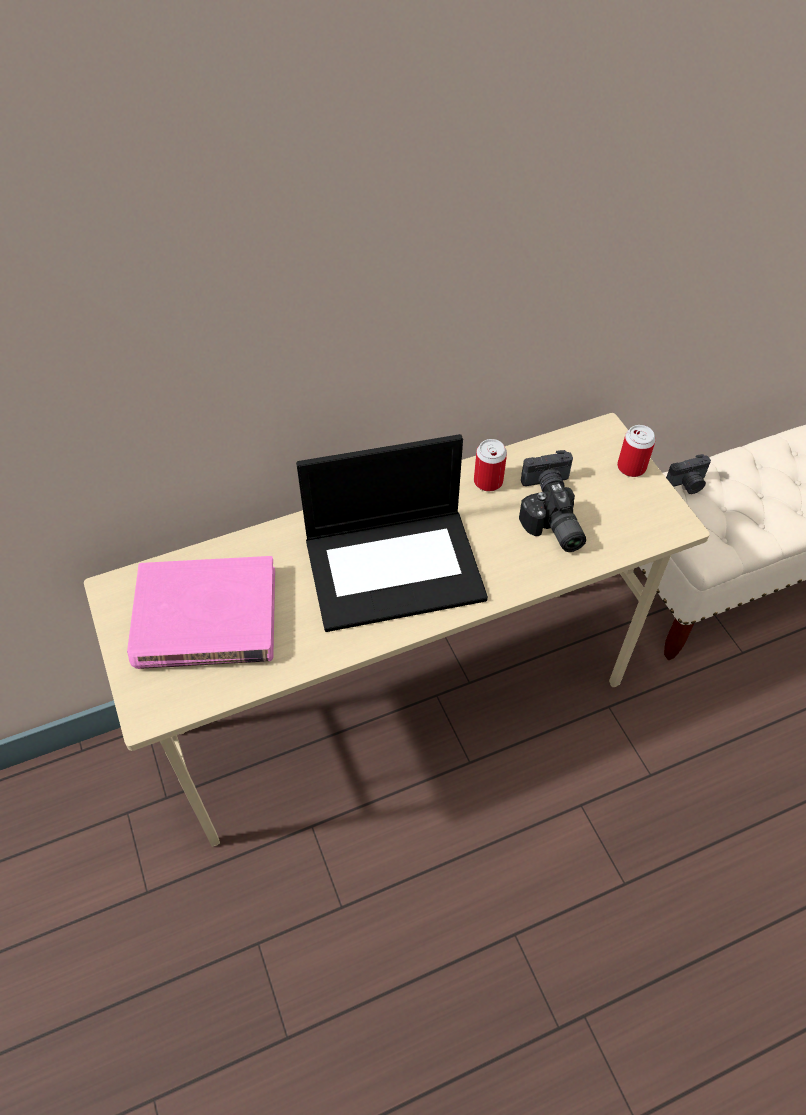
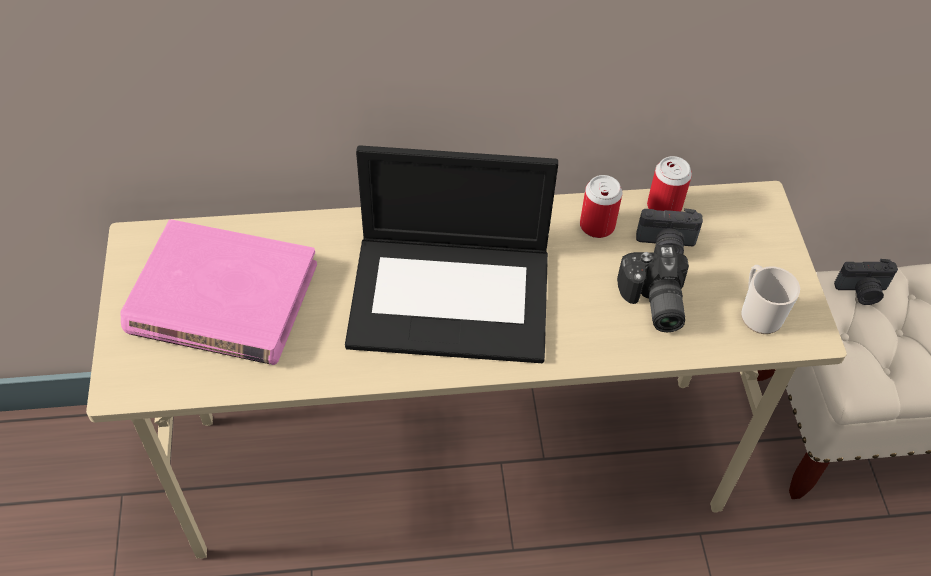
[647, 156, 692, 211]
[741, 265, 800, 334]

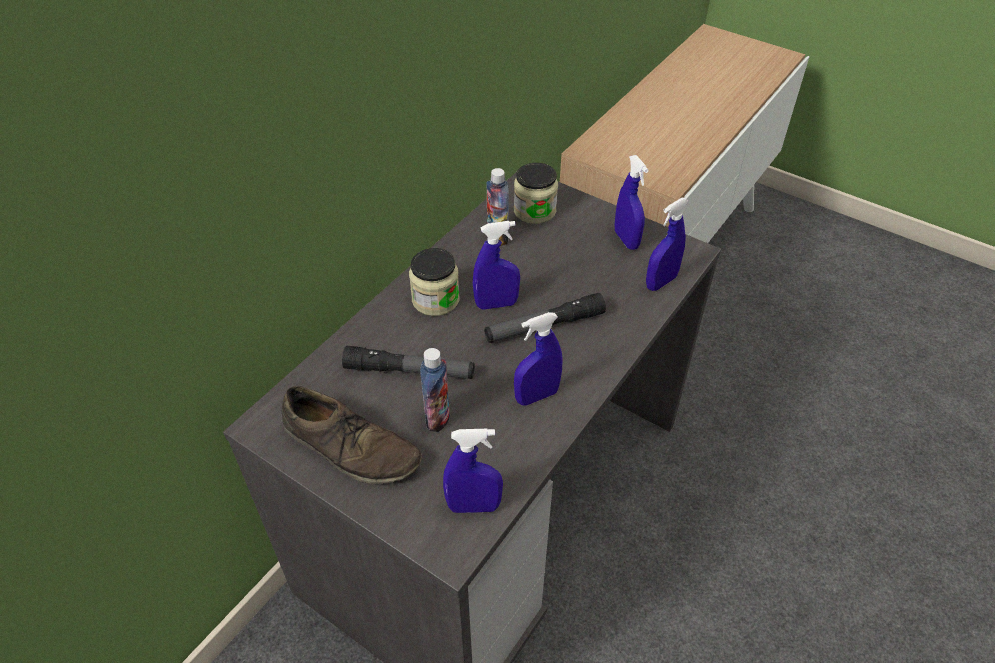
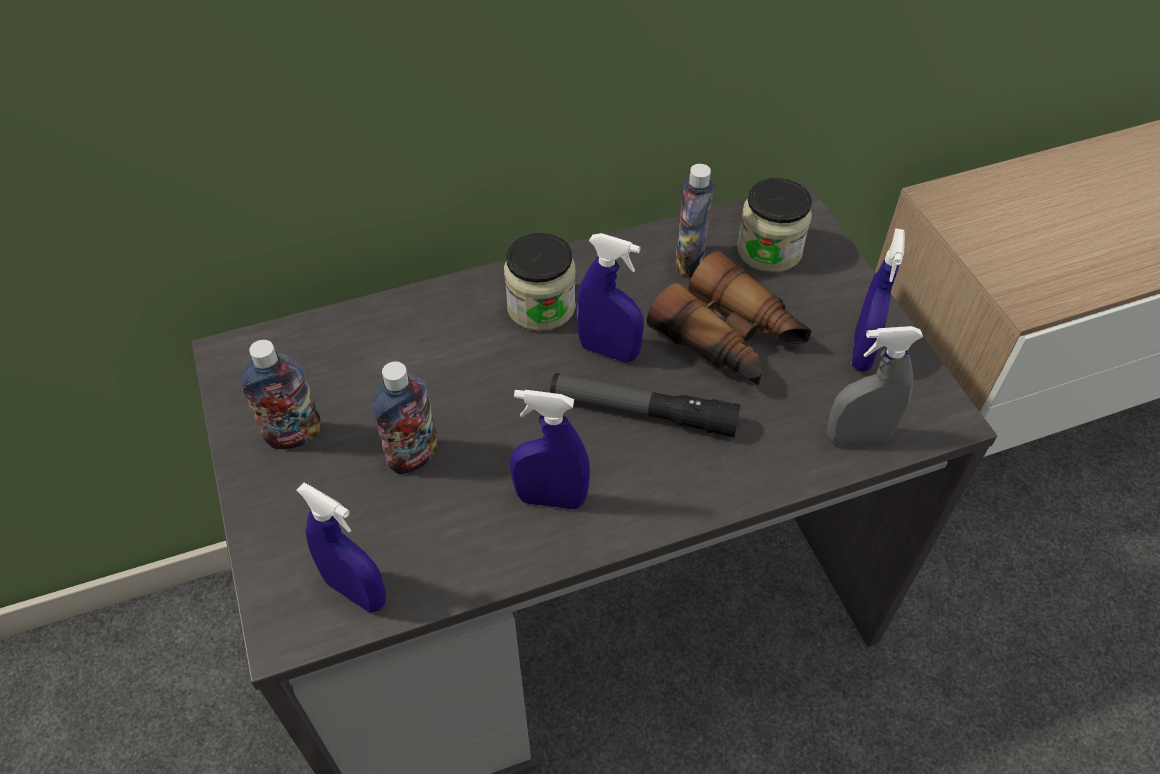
[827, 326, 923, 446]
[342, 346, 474, 379] (first image)
[242, 340, 321, 449]
[647, 251, 812, 385]

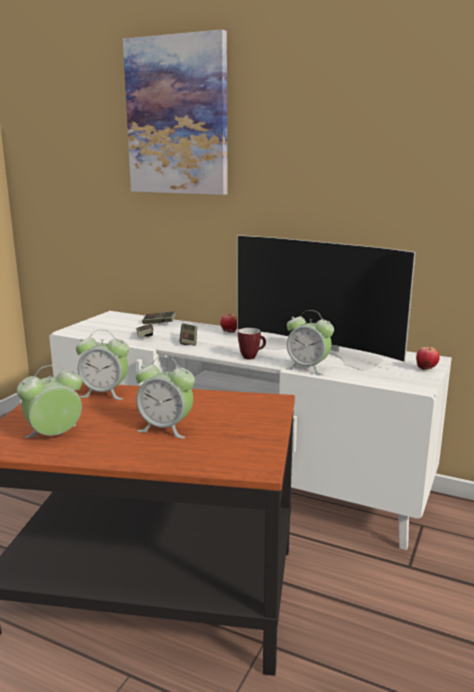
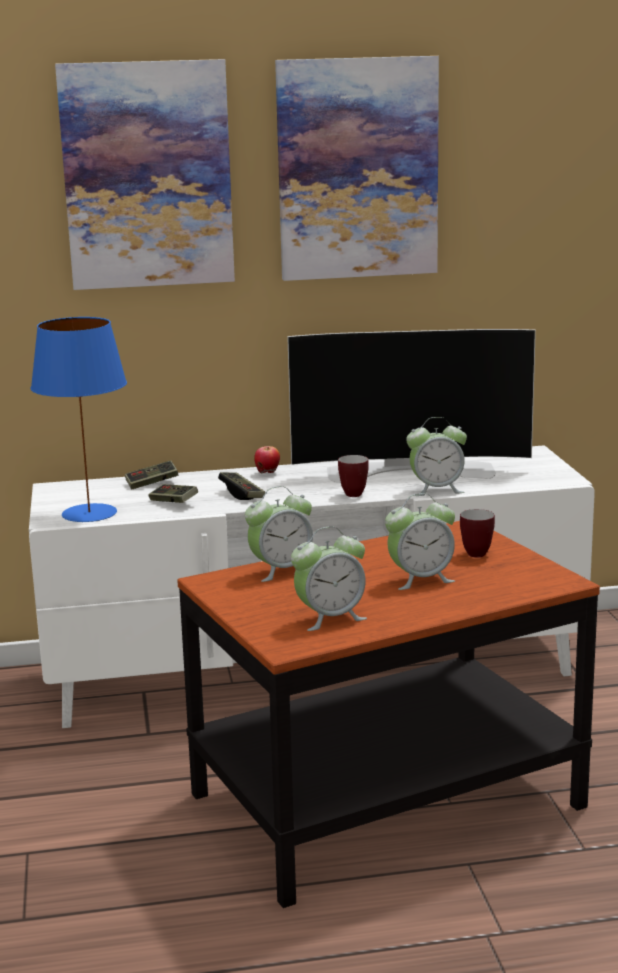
[416, 347, 440, 370] (first image)
[291, 526, 367, 631]
[275, 56, 439, 281]
[30, 317, 127, 522]
[460, 509, 495, 558]

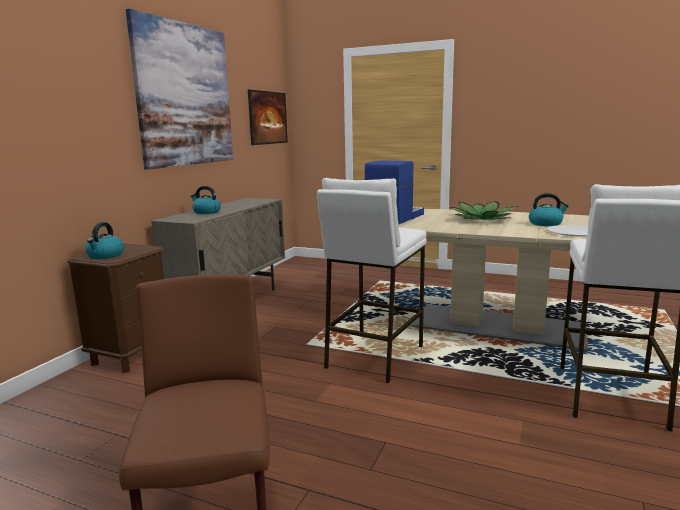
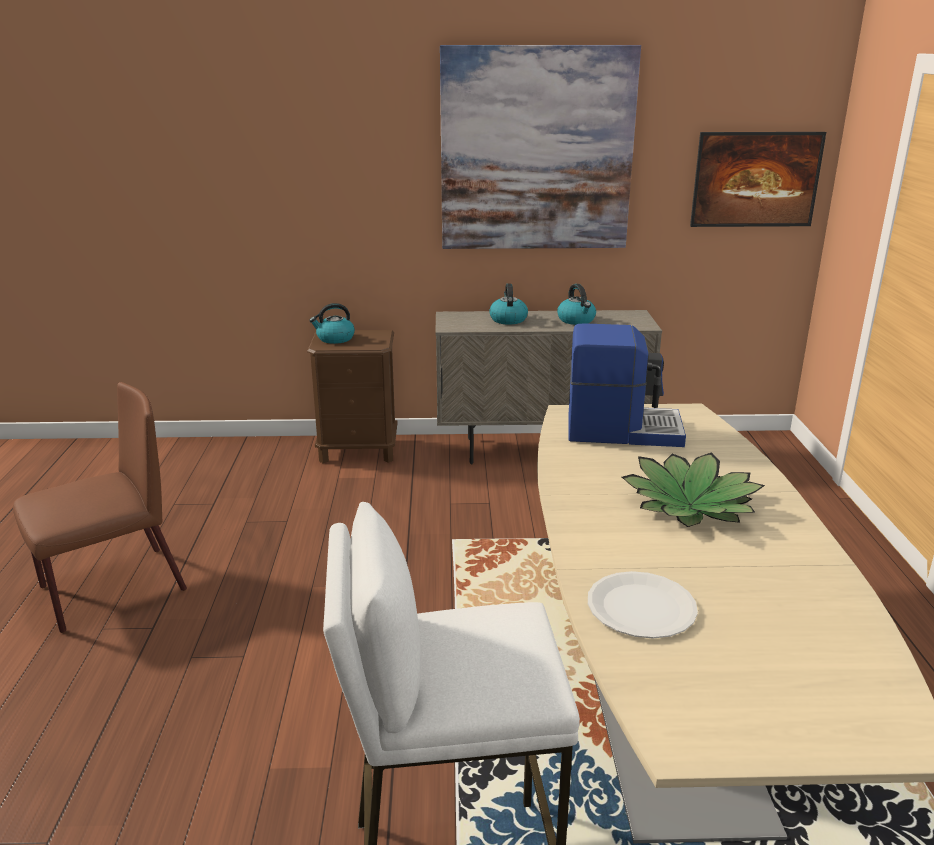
[317, 178, 427, 384] (first image)
[557, 284, 596, 325]

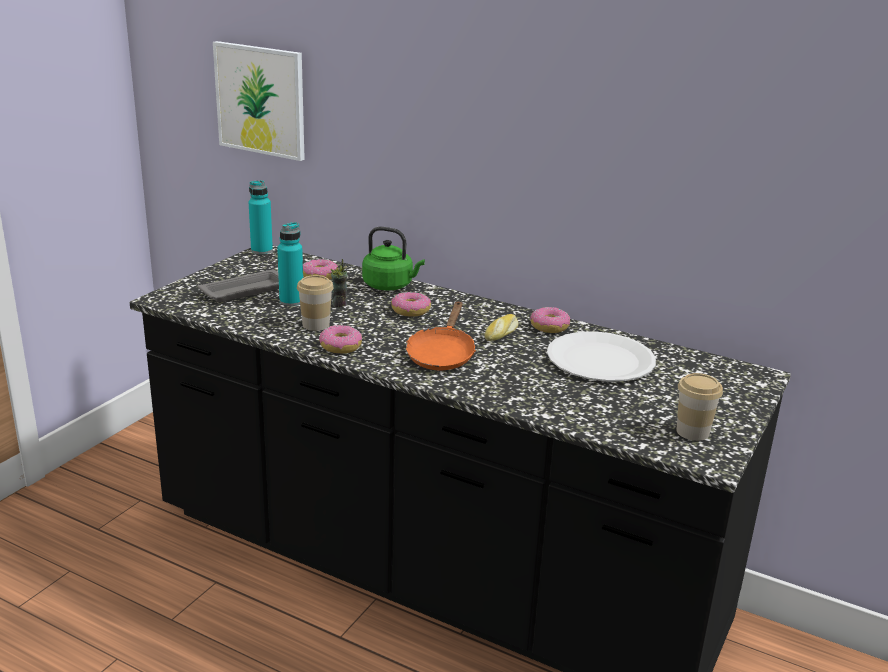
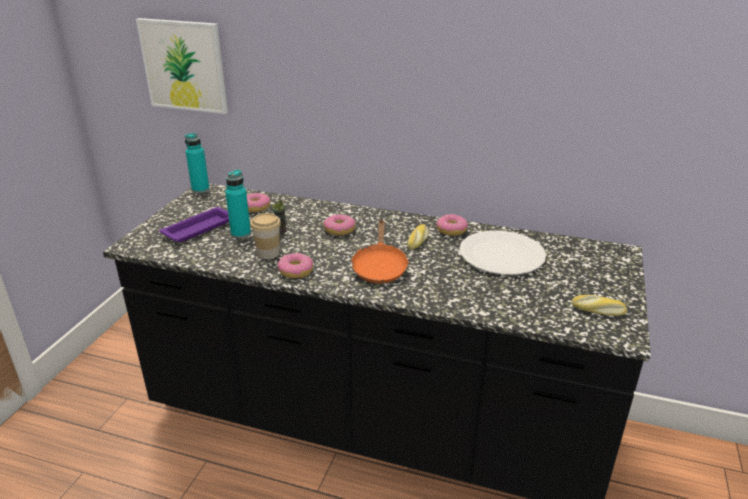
[362, 227, 425, 291] (first image)
[159, 207, 229, 242]
[571, 295, 627, 316]

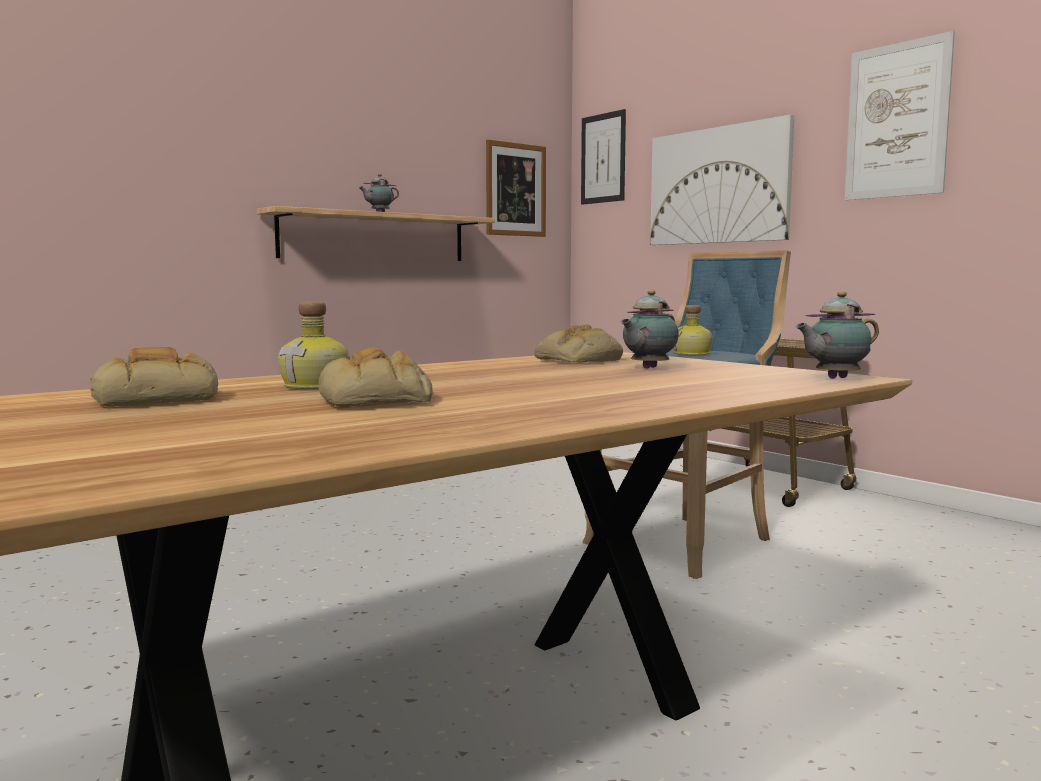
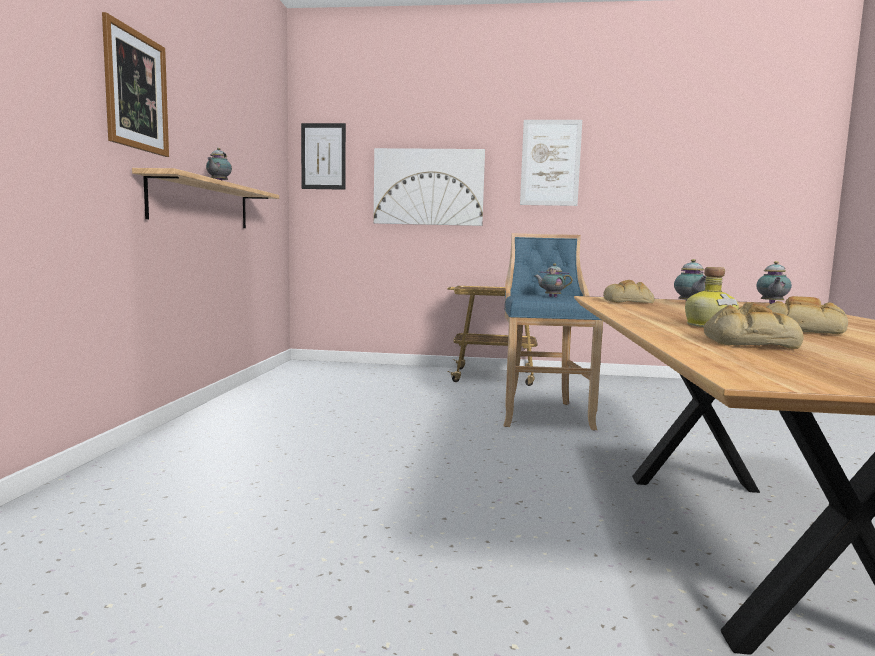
[102, 12, 169, 157]
[535, 263, 573, 297]

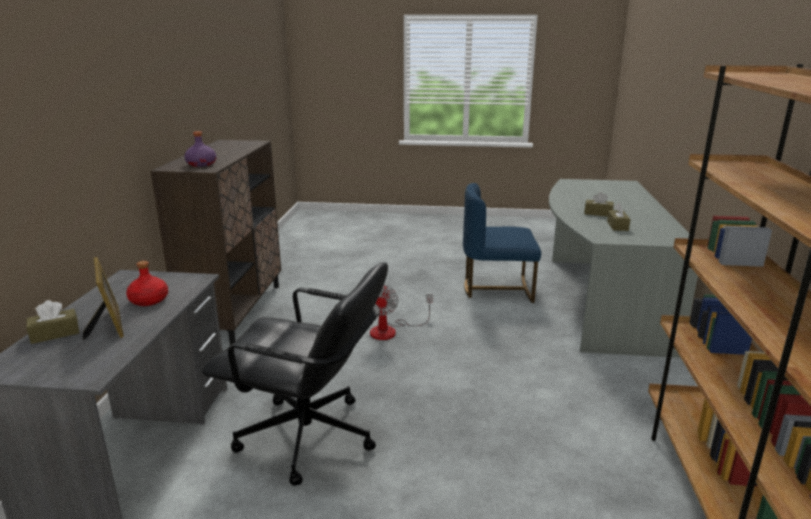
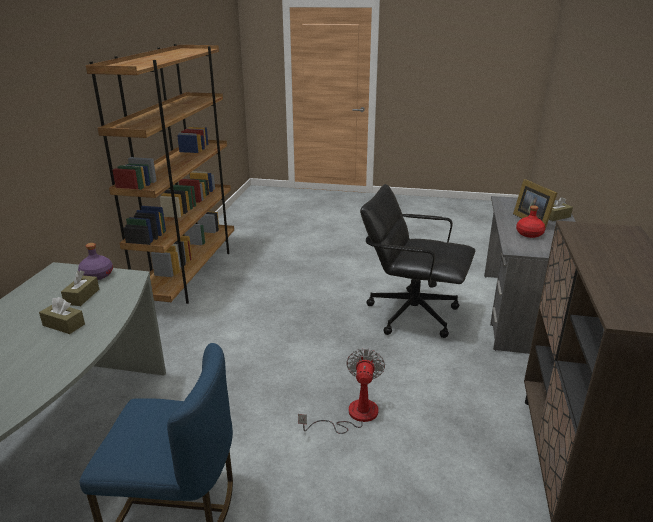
[78, 243, 113, 280]

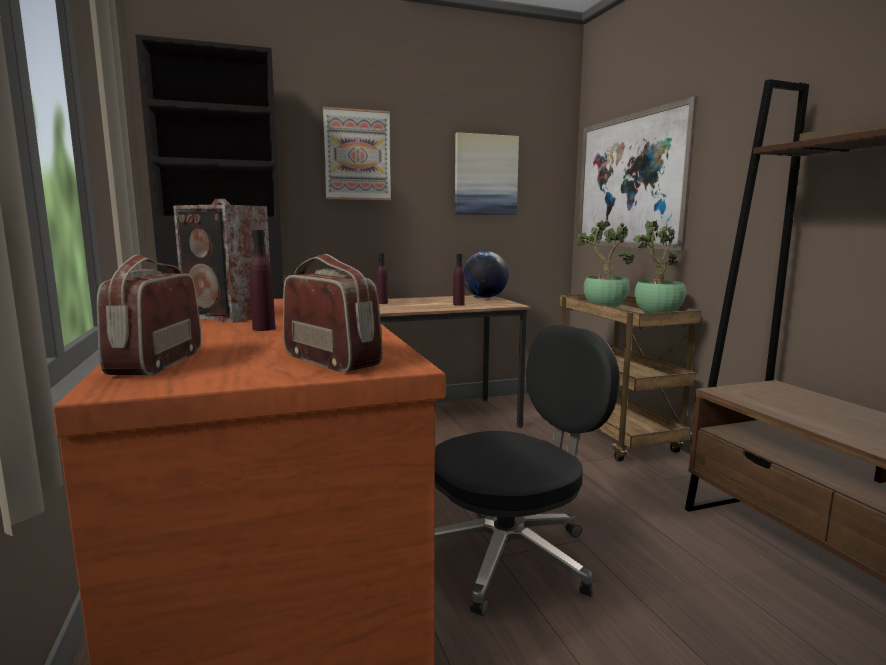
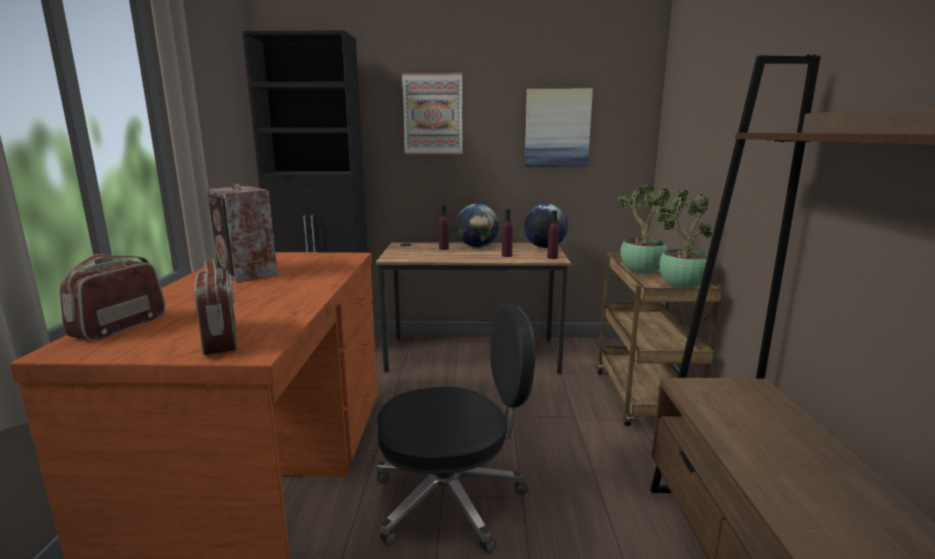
[577, 96, 698, 251] (first image)
[547, 210, 559, 259]
[456, 204, 499, 248]

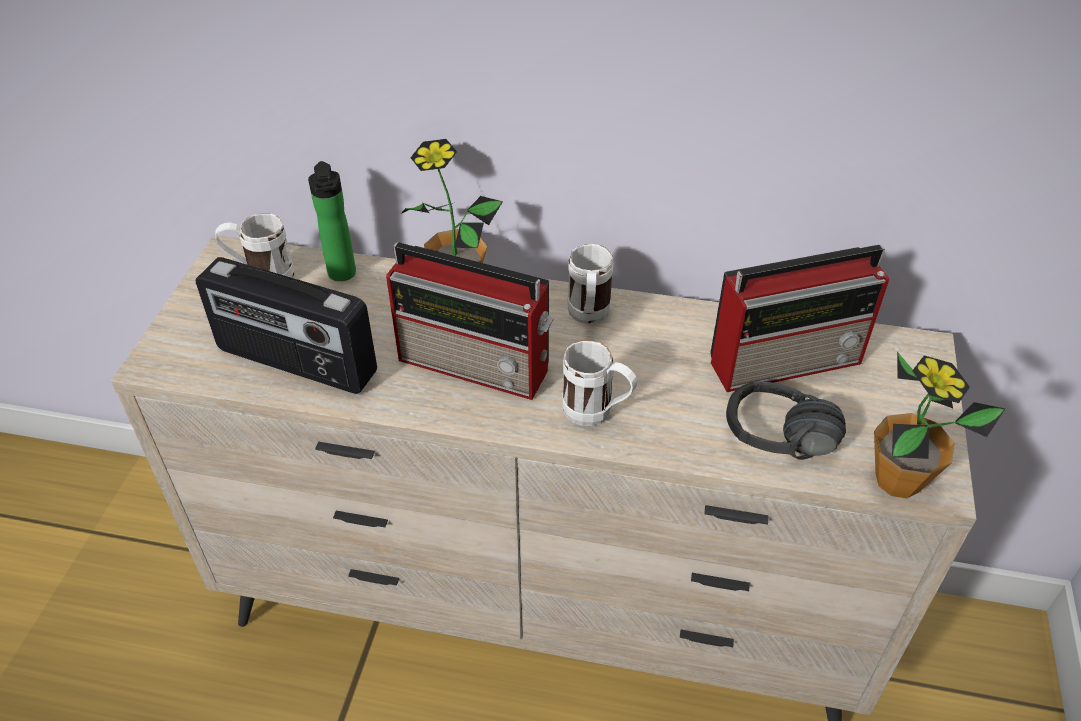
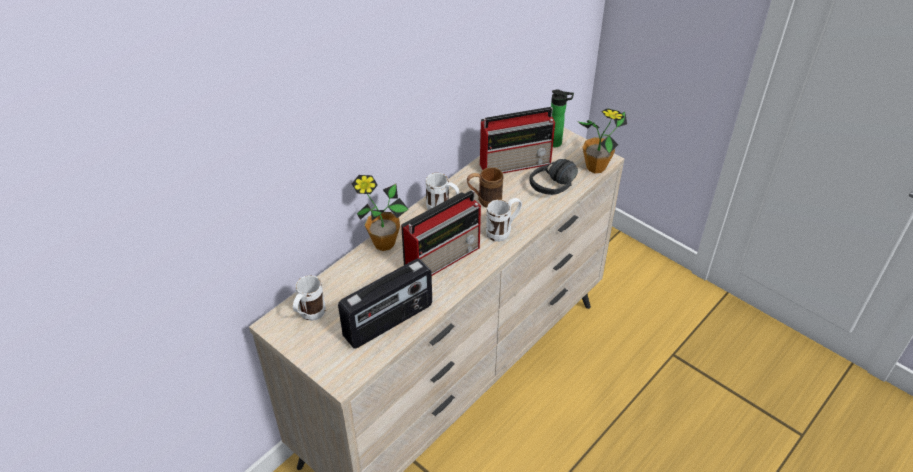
[551, 89, 574, 147]
[480, 107, 555, 173]
[467, 167, 503, 208]

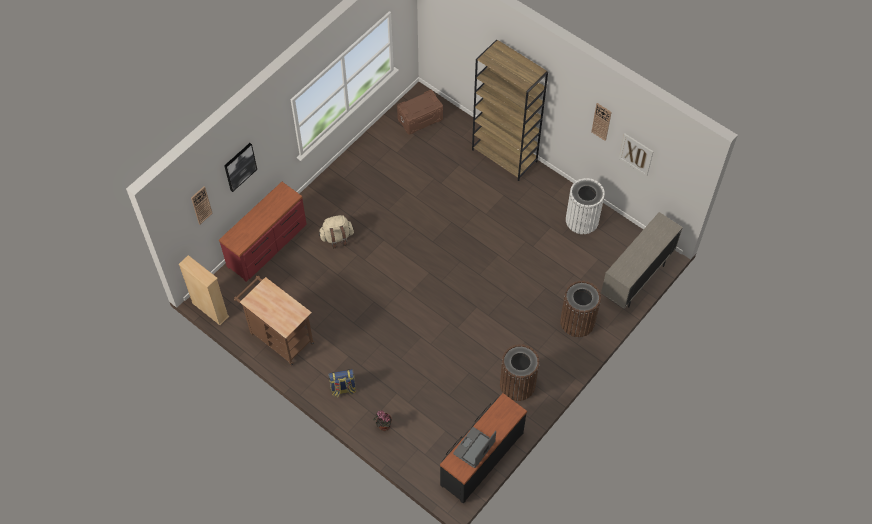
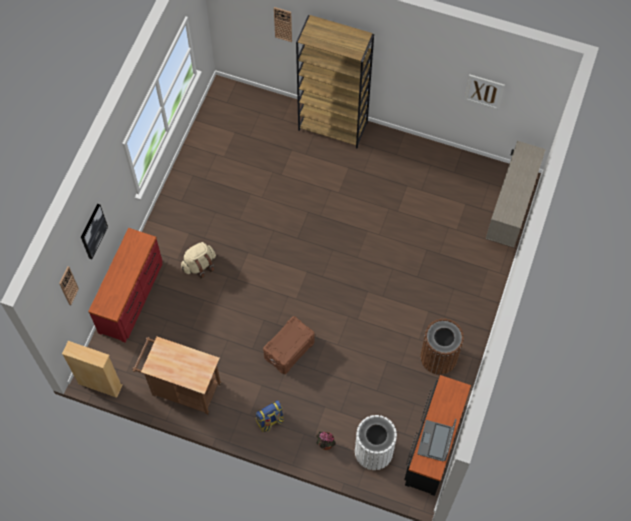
[263, 316, 315, 374]
[274, 7, 292, 42]
[355, 415, 397, 470]
[560, 281, 601, 337] (first image)

